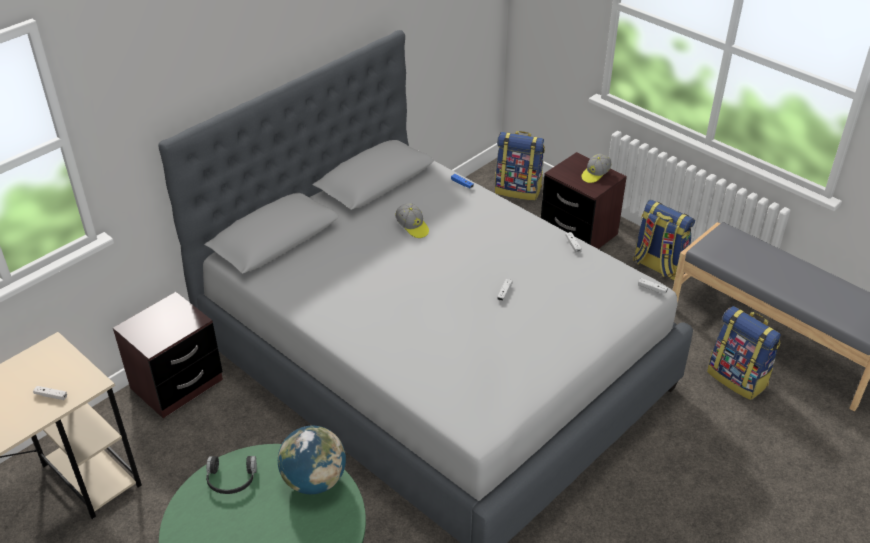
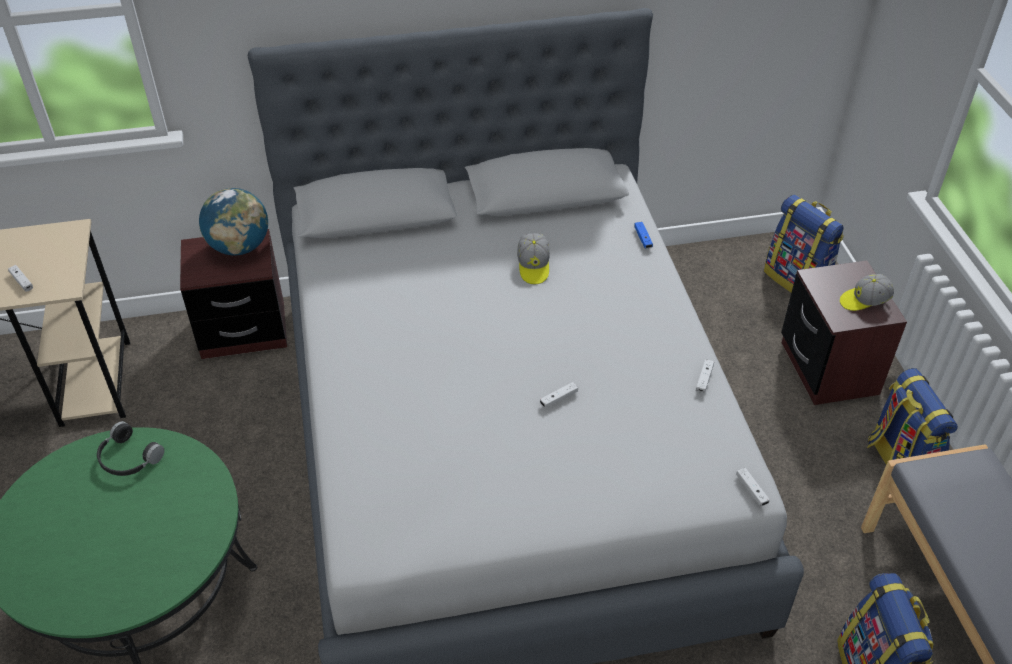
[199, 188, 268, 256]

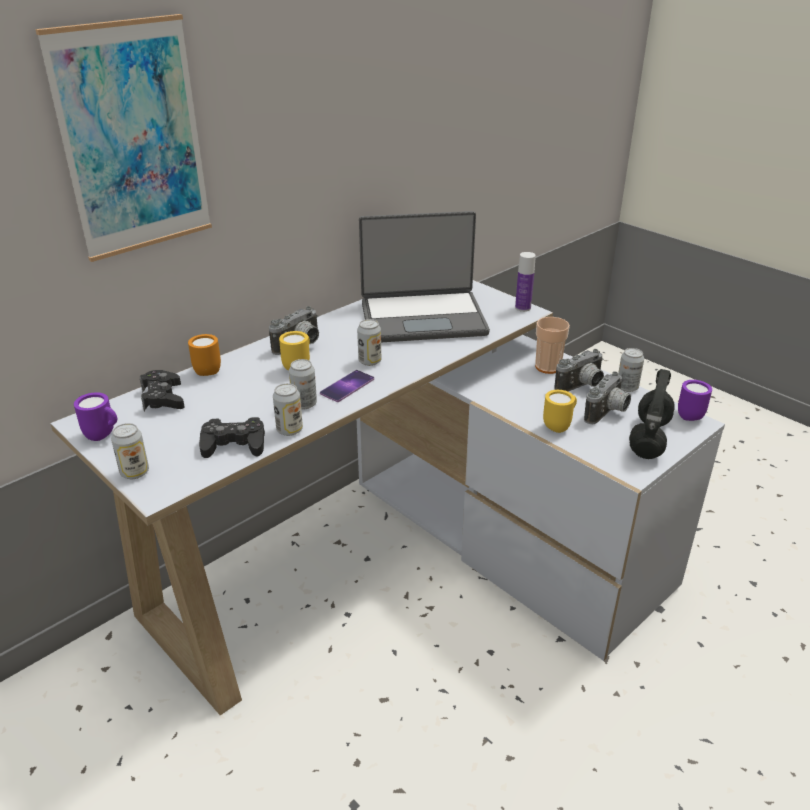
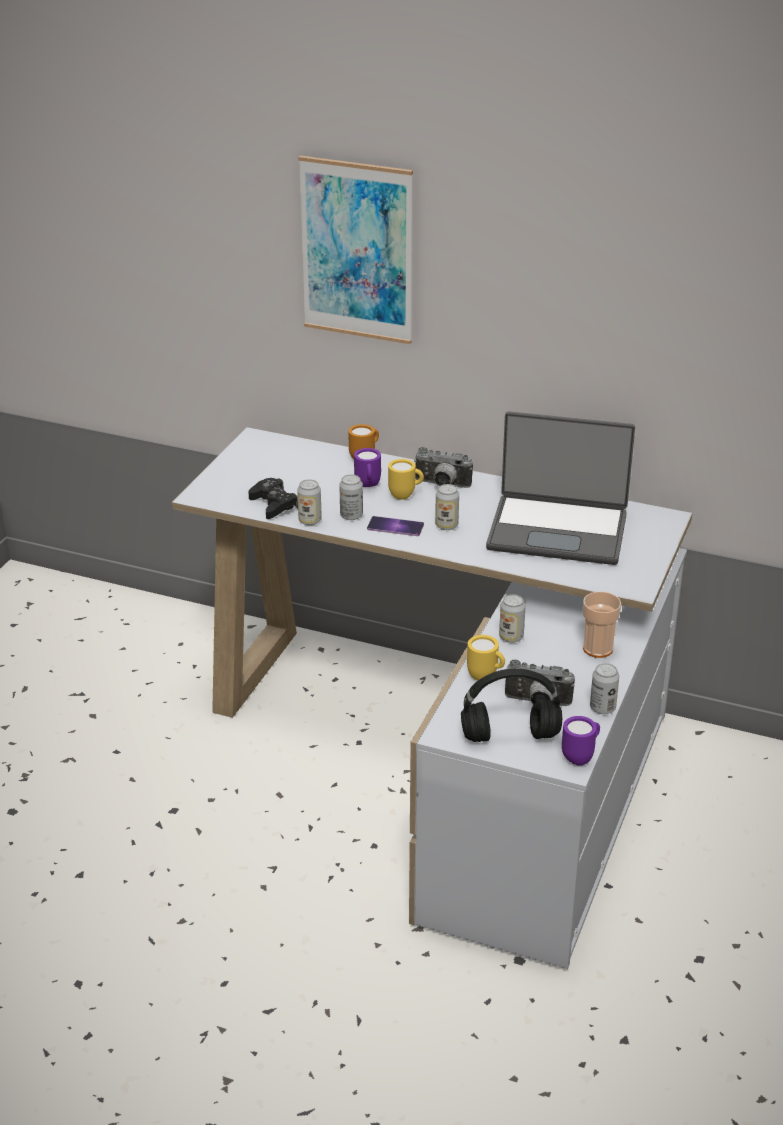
[486, 411, 635, 565]
[515, 252, 536, 312] (first image)
[554, 349, 604, 392] (first image)
[140, 370, 185, 411] (first image)
[354, 448, 381, 487]
[499, 594, 526, 643]

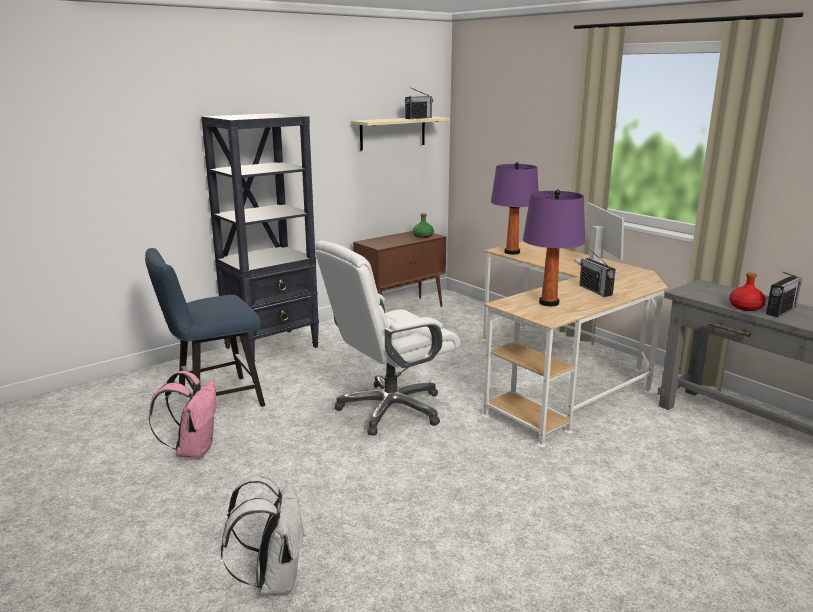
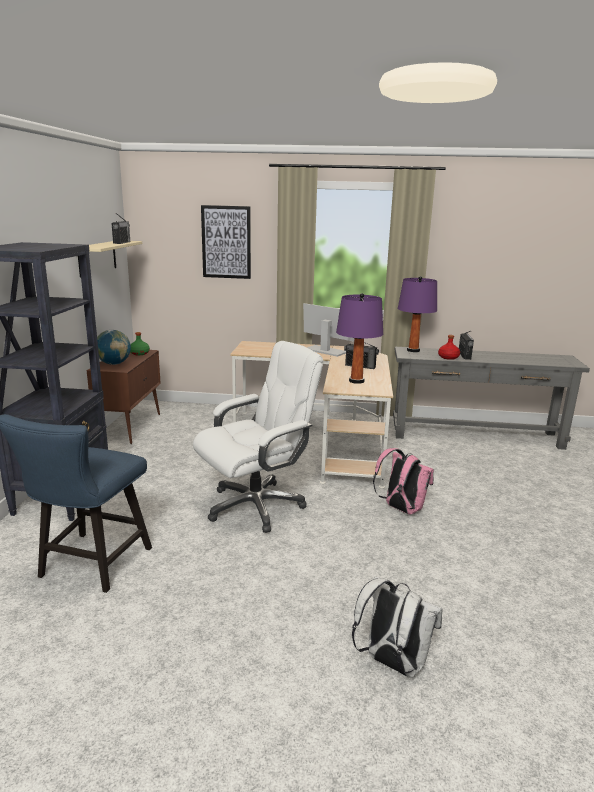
[398, 276, 437, 352]
[193, 341, 323, 533]
[373, 448, 434, 514]
[201, 205, 251, 279]
[97, 330, 131, 365]

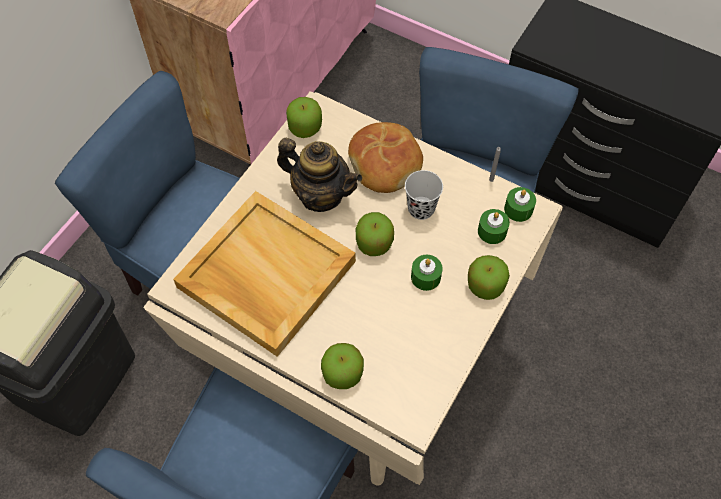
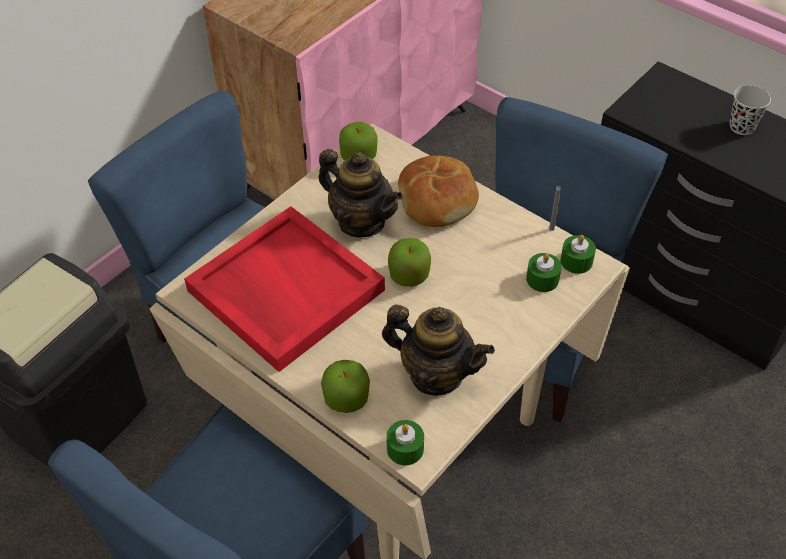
[730, 85, 771, 135]
[184, 206, 385, 372]
[386, 420, 424, 465]
[468, 255, 510, 300] (first image)
[382, 304, 495, 396]

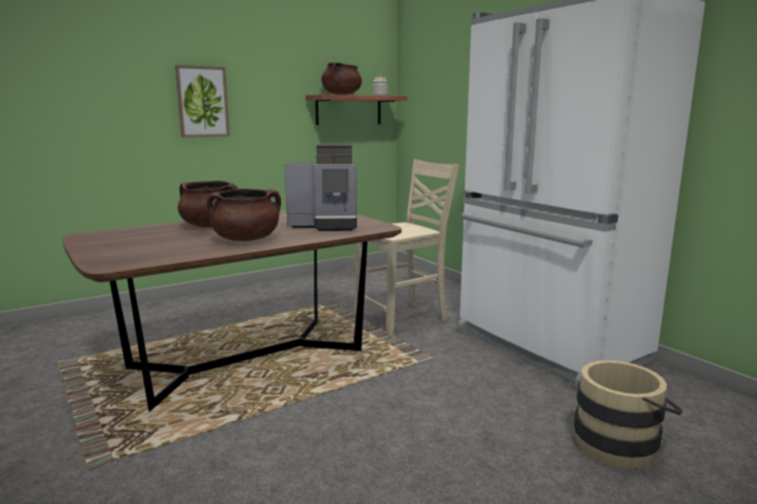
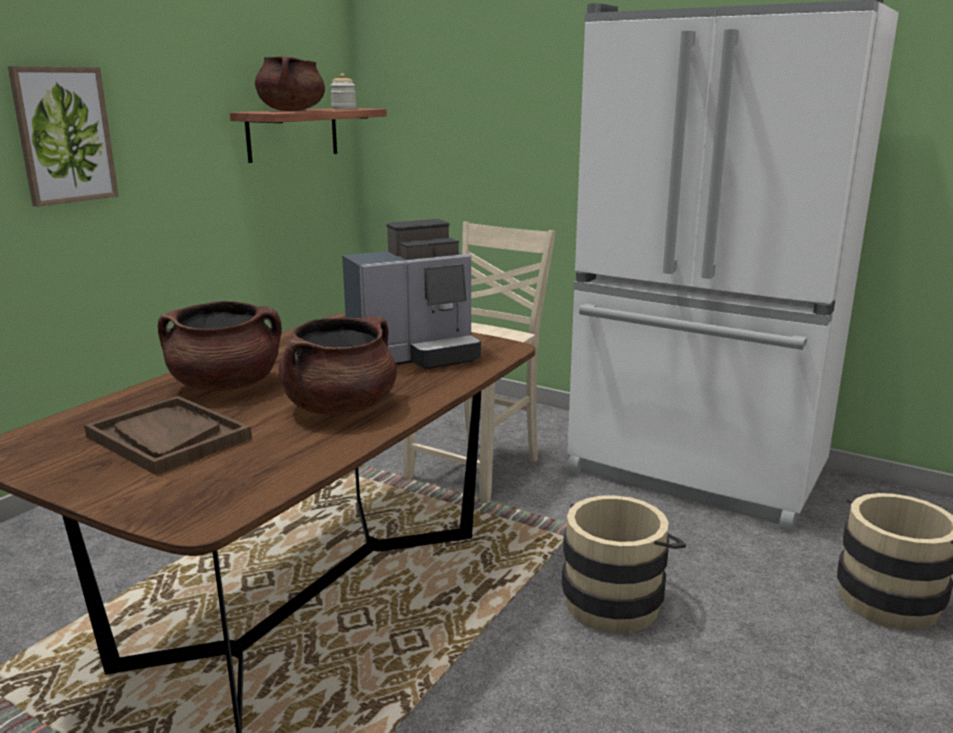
[84, 396, 252, 475]
[562, 495, 686, 633]

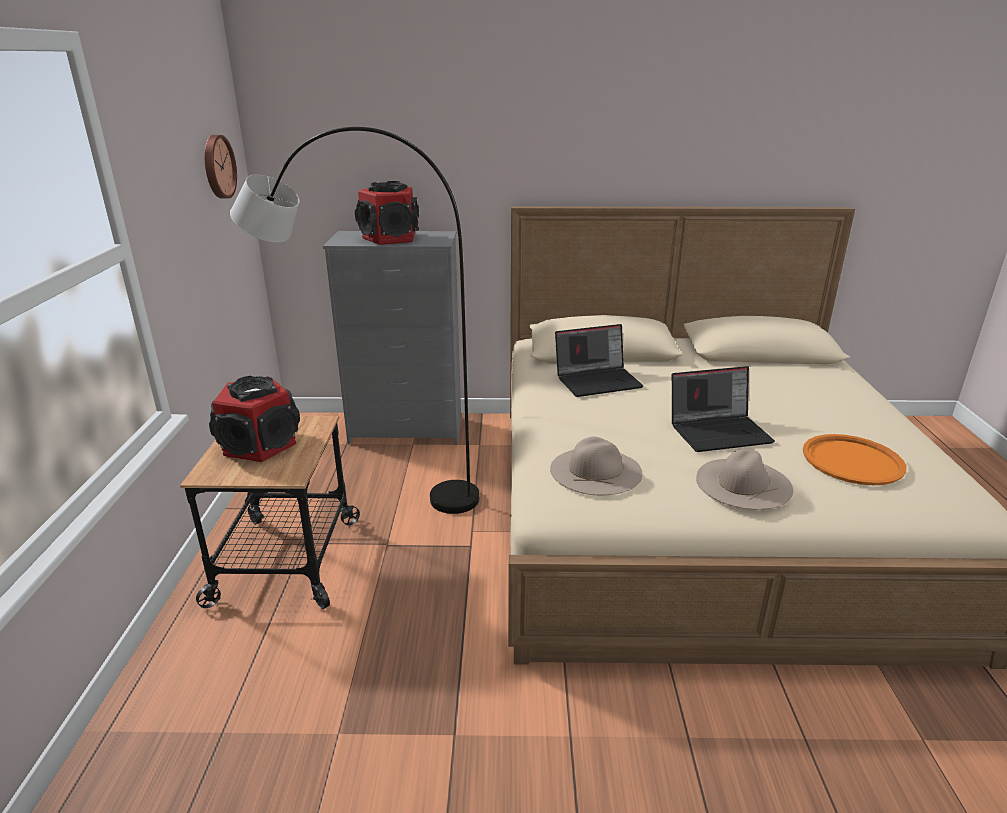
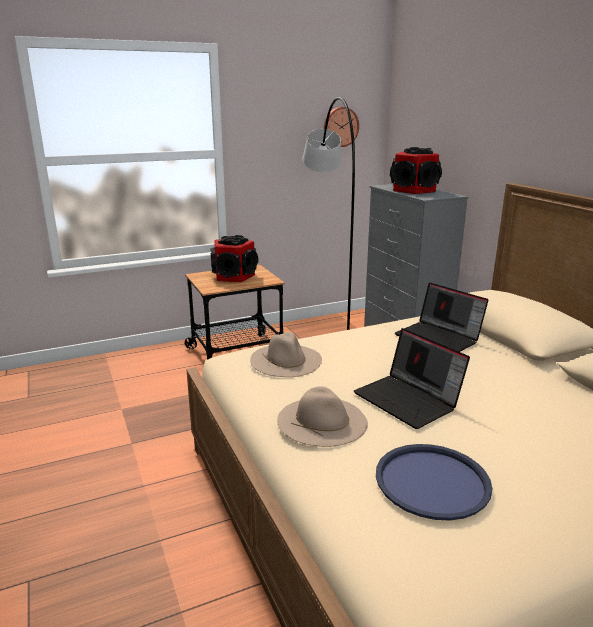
[376, 444, 492, 521]

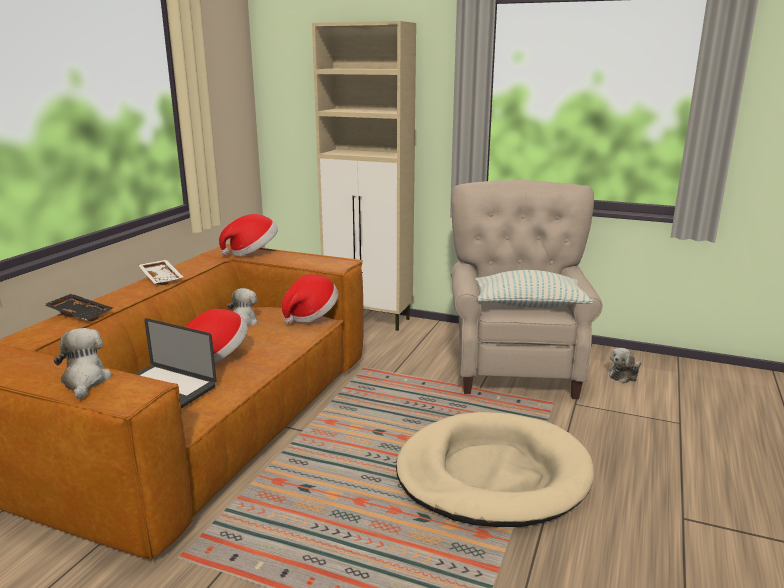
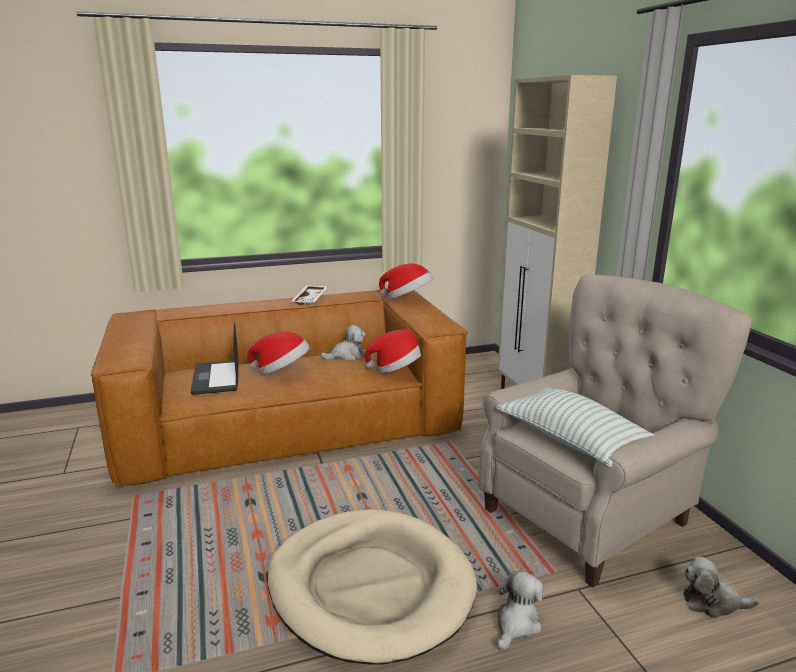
[44, 293, 113, 321] (first image)
[497, 571, 543, 650]

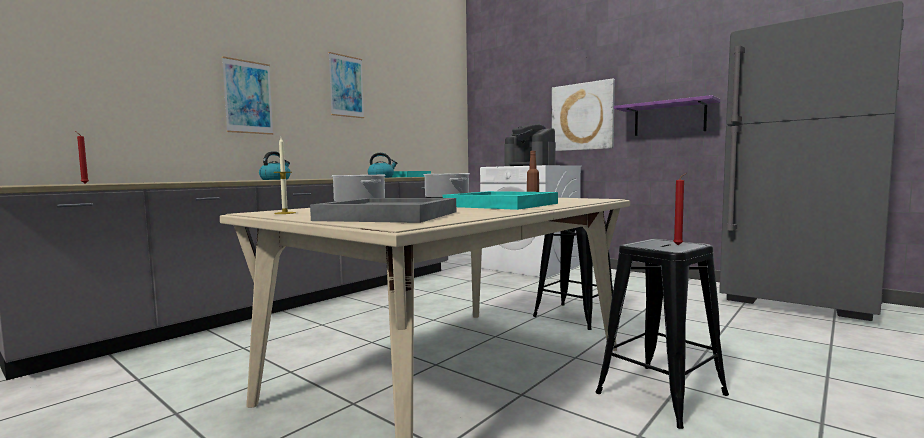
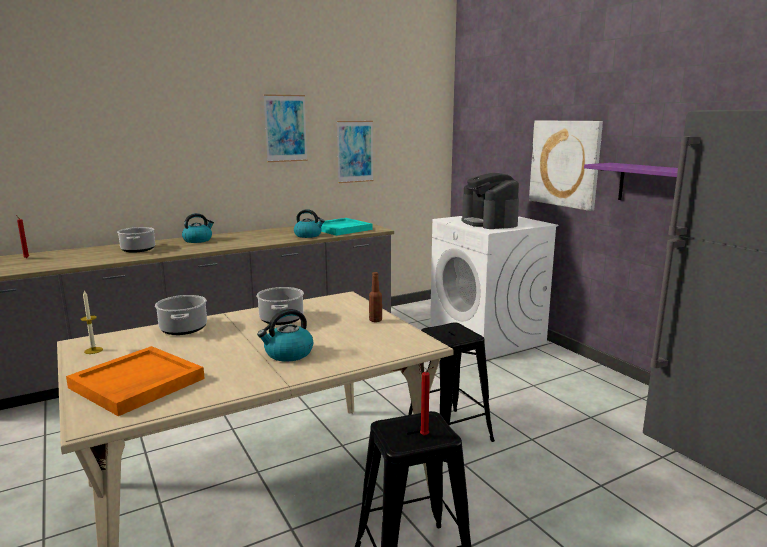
[337, 121, 373, 183]
[257, 309, 313, 362]
[66, 346, 205, 416]
[117, 227, 155, 253]

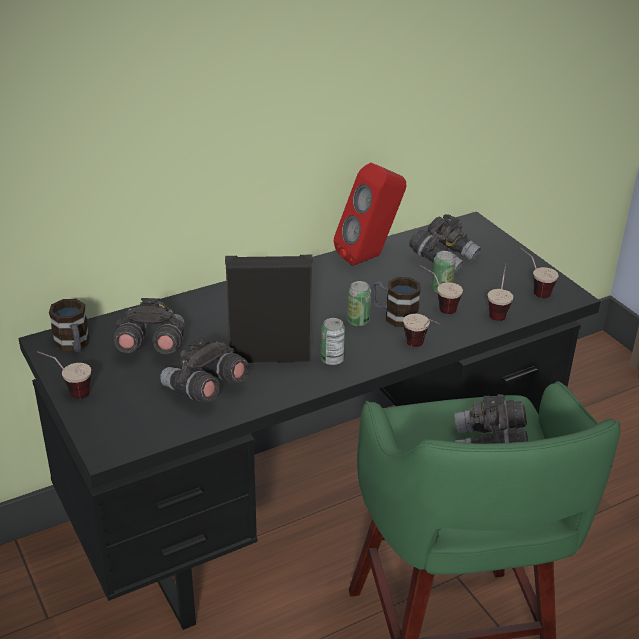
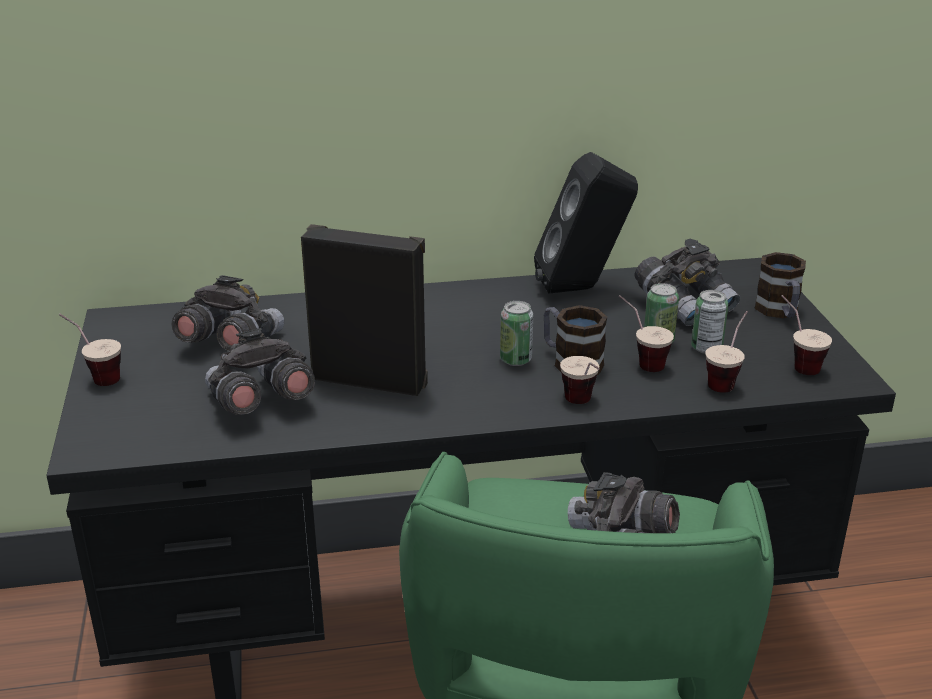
[534, 152, 638, 294]
[754, 252, 806, 318]
[691, 290, 728, 354]

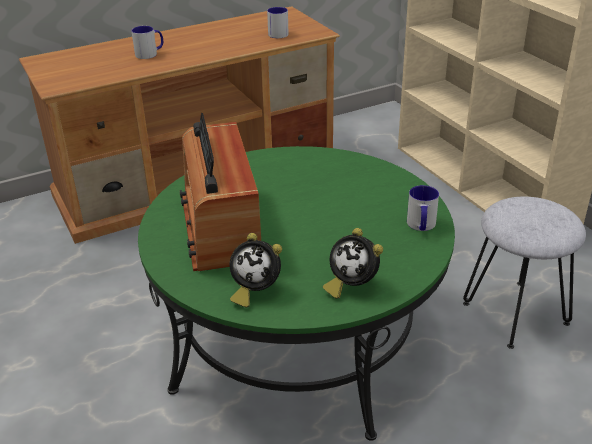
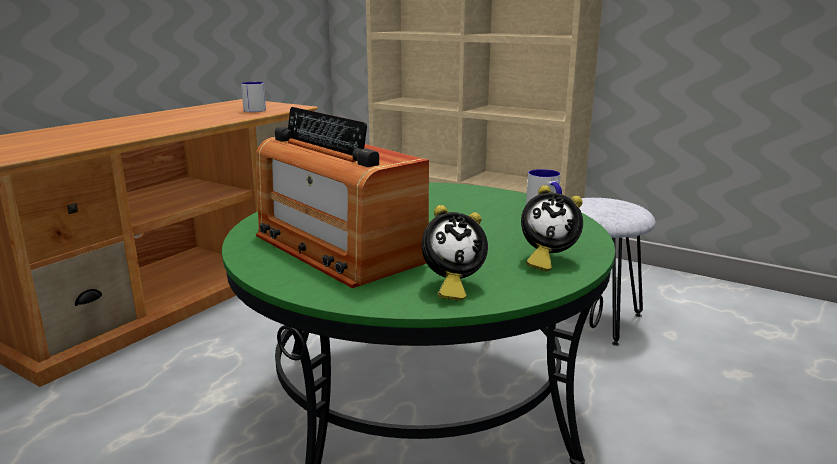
[131, 26, 163, 59] (first image)

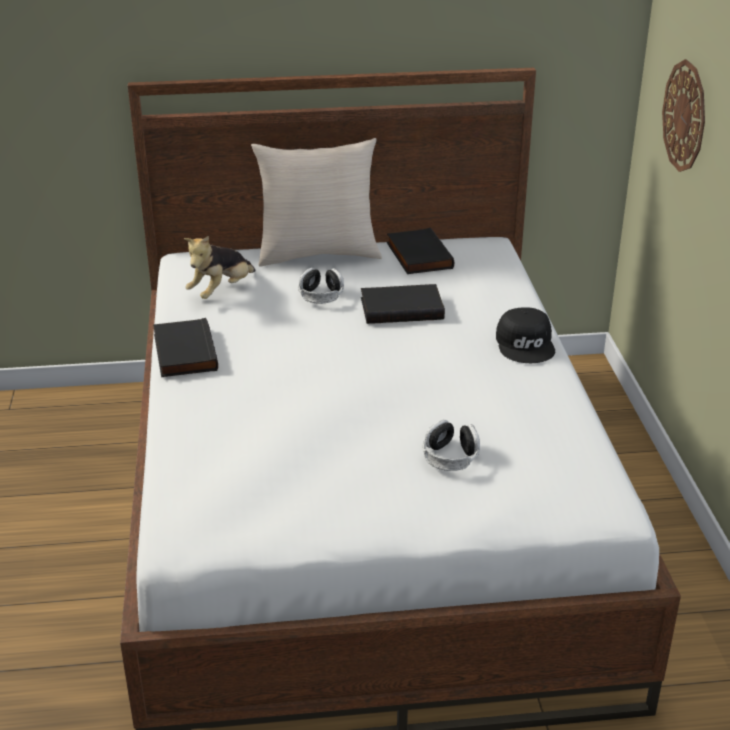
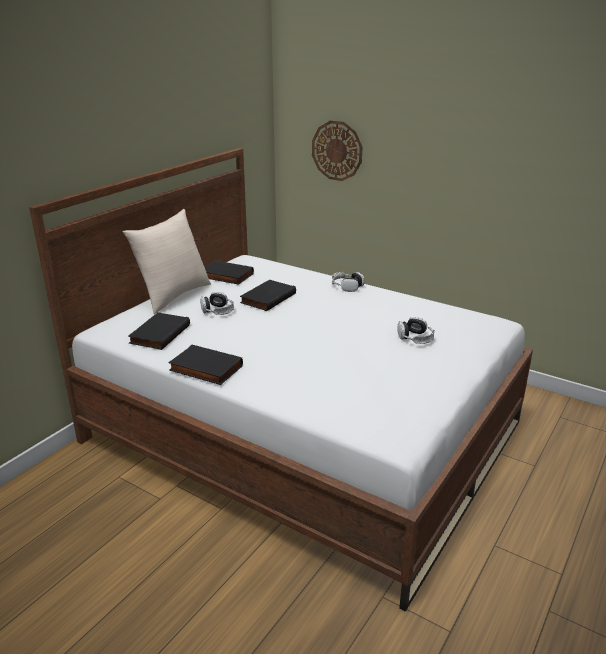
[128, 312, 190, 350]
[332, 272, 365, 292]

